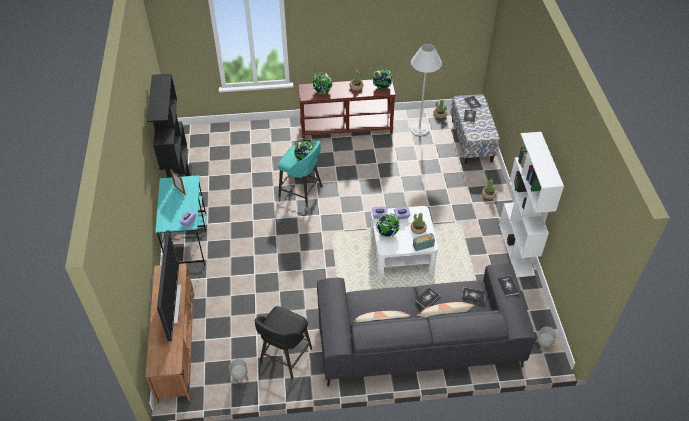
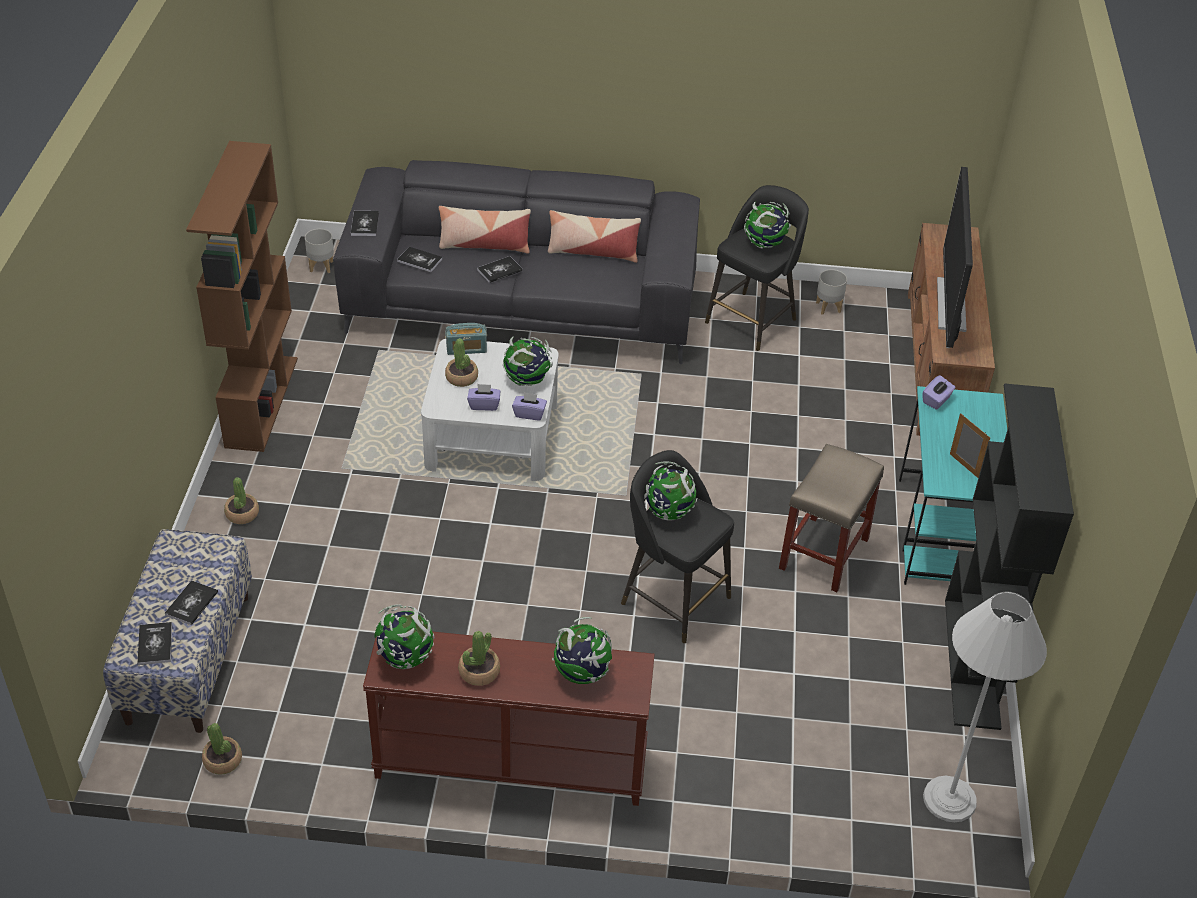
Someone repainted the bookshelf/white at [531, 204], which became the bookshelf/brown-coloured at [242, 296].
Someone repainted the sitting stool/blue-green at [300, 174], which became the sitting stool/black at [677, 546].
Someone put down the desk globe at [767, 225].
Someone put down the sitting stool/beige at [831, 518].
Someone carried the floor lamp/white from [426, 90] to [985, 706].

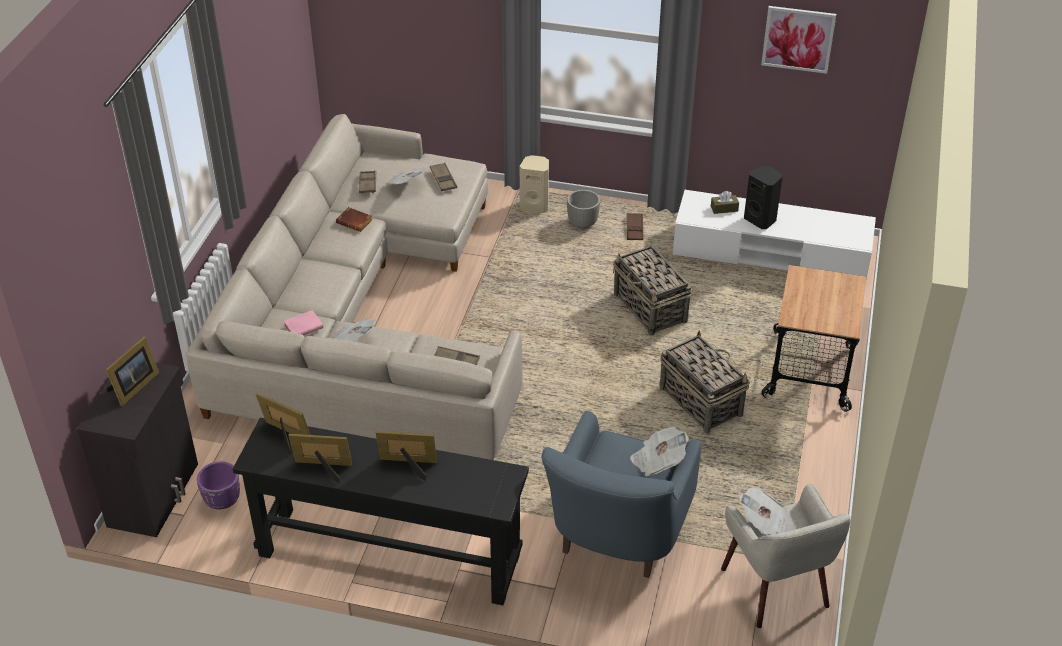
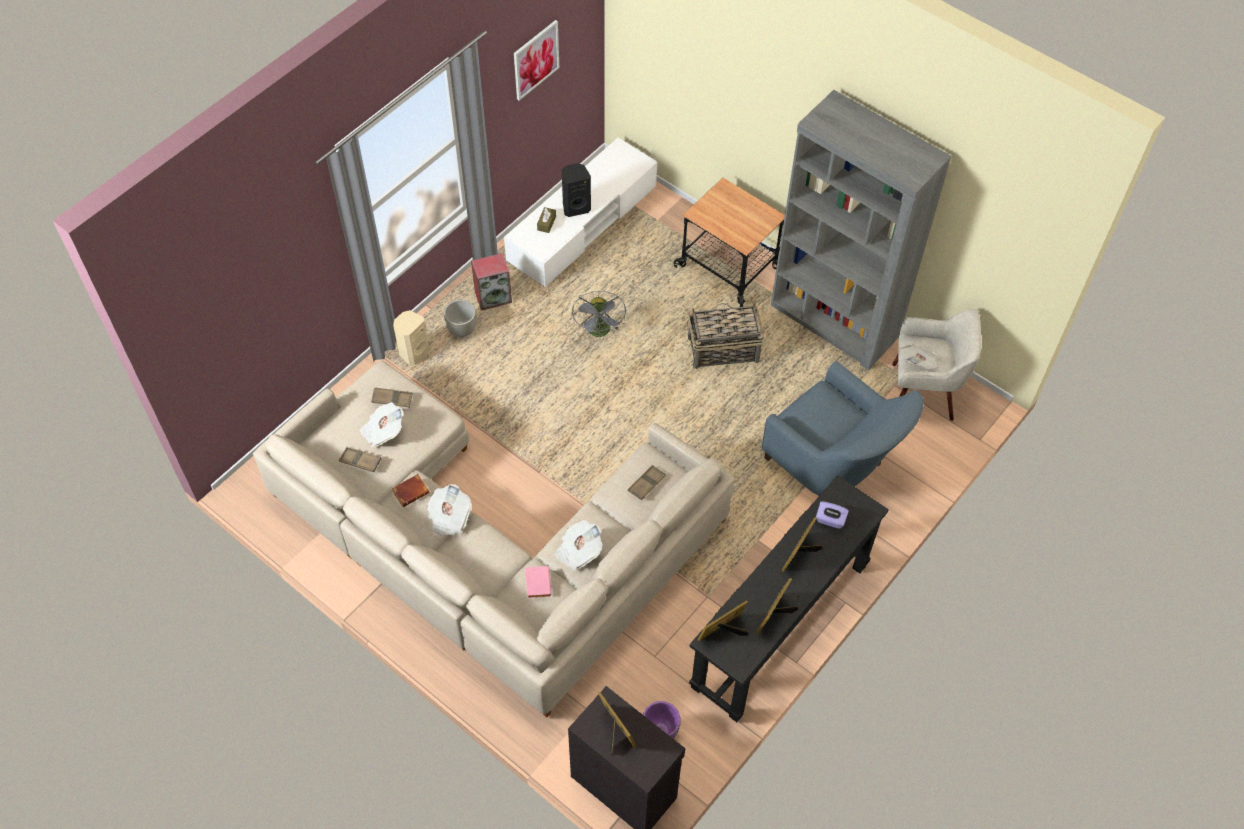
Someone carried the newspaper from [659, 451] to [449, 510].
Someone swapped the serving tray/brown-coloured at [635, 226] for the audio speaker at [491, 282].
Someone swapped the basket at [652, 291] for the fan/grey at [599, 314].
Someone put down the bookshelf/grey at [861, 230].
Someone put down the box of tissues/purple-coloured at [832, 515].

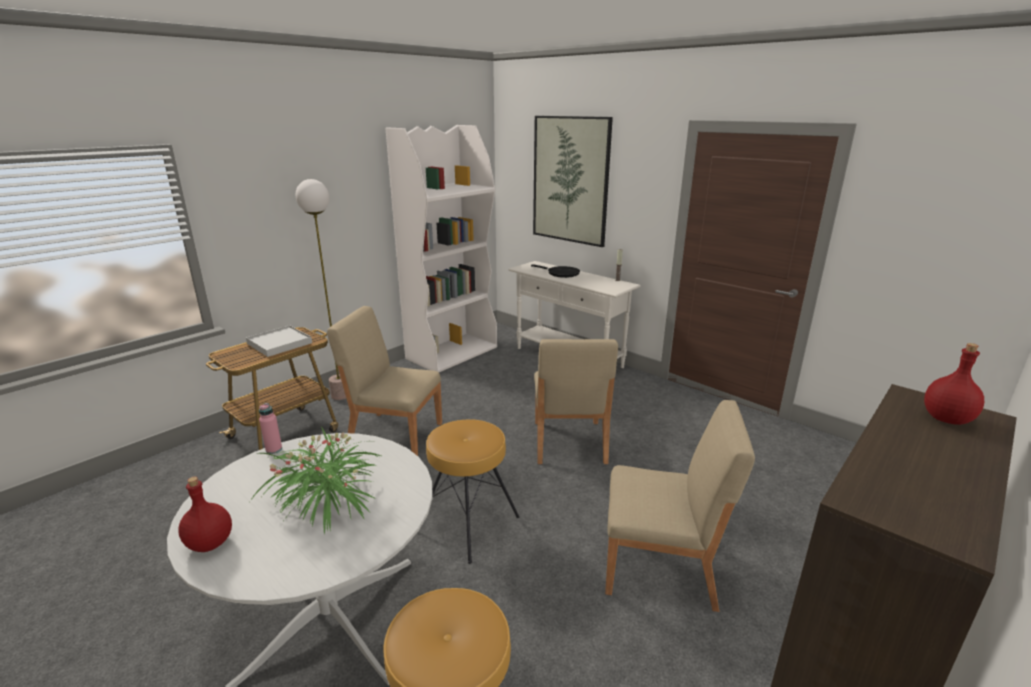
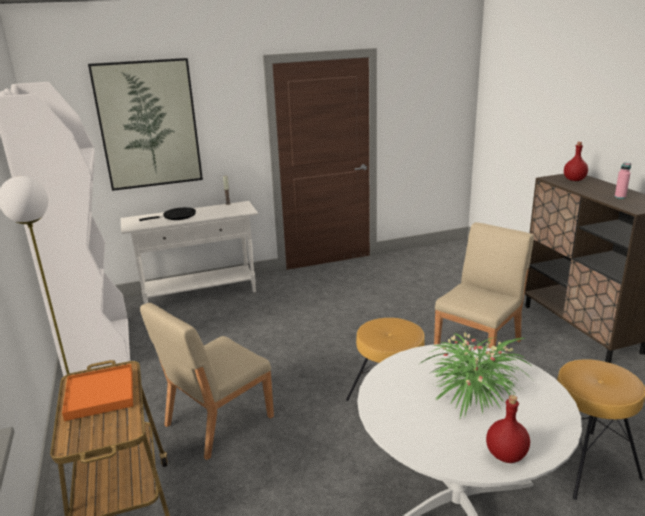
Someone repainted the serving tray/white at [279, 341], which became the serving tray/orangey at [97, 392].
Someone carried the bottle/pink from [270, 428] to [622, 180].
Someone took away the upright chair/beige at [576, 401].

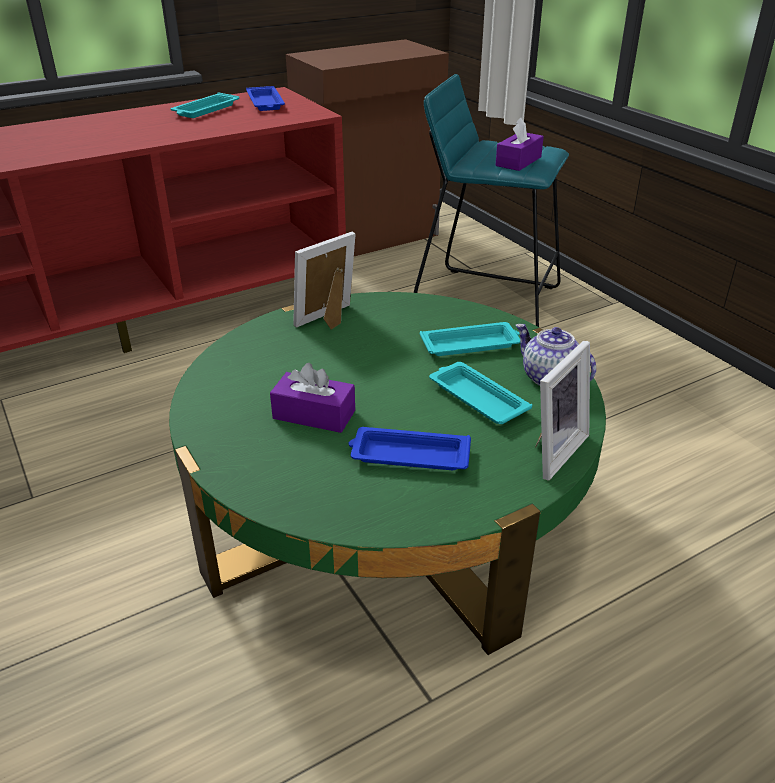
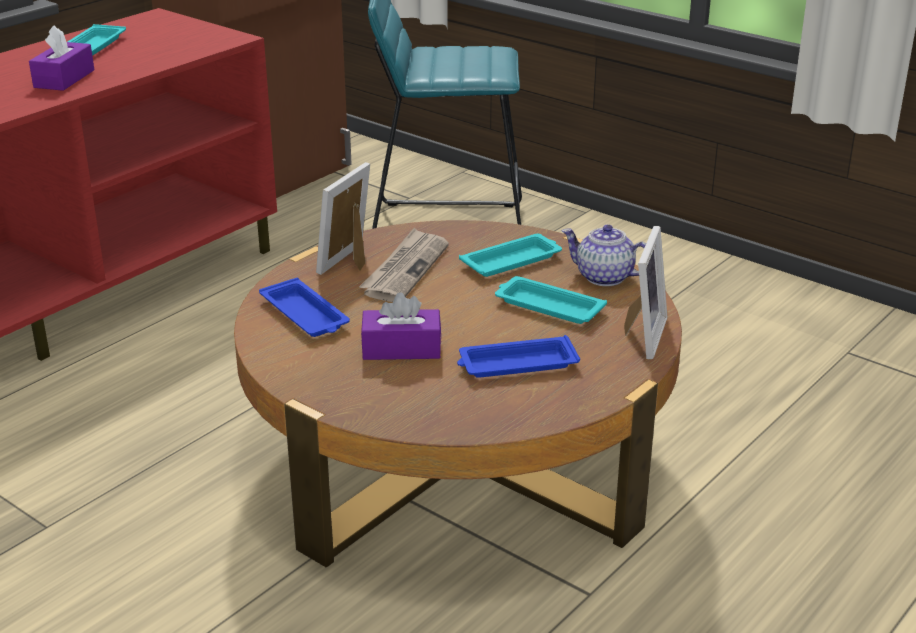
Someone carried the box of tissues/purple-coloured from [520, 144] to [61, 58].
Someone repainted the lounge table/green at [387, 473], which became the lounge table/brown-coloured at [458, 394].
Someone carried the serving tray/blue-coloured from [265, 98] to [304, 307].
Someone put down the newspaper at [404, 265].

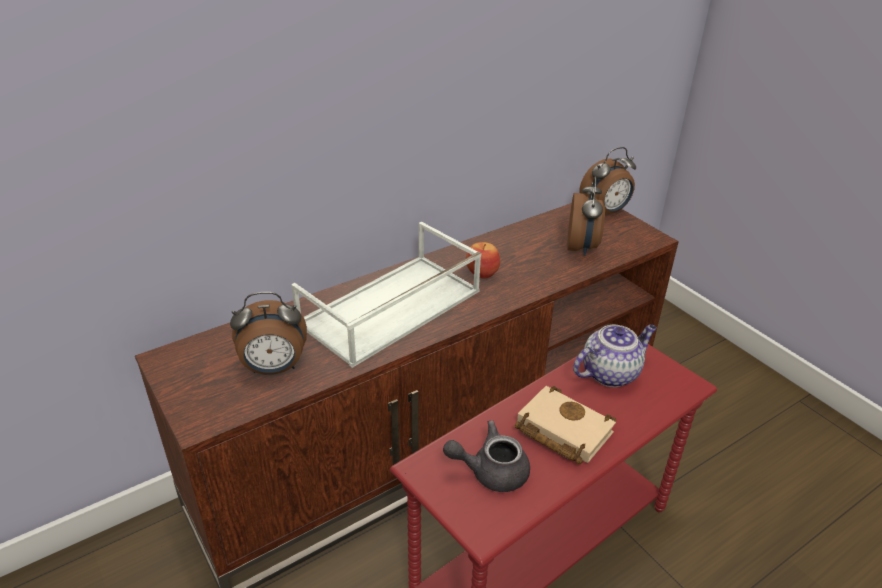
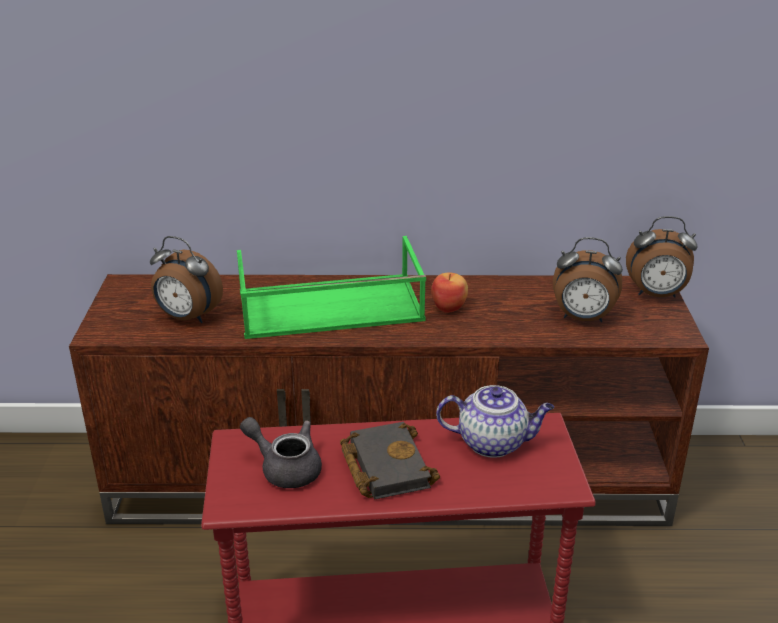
Someone repainted the serving tray/white at [386, 295], which became the serving tray/green at [331, 287].
Someone repainted the bound book/beige at [565, 425], which became the bound book/black at [390, 461].
Someone rotated the table clock at [586, 216] by 60 degrees clockwise.

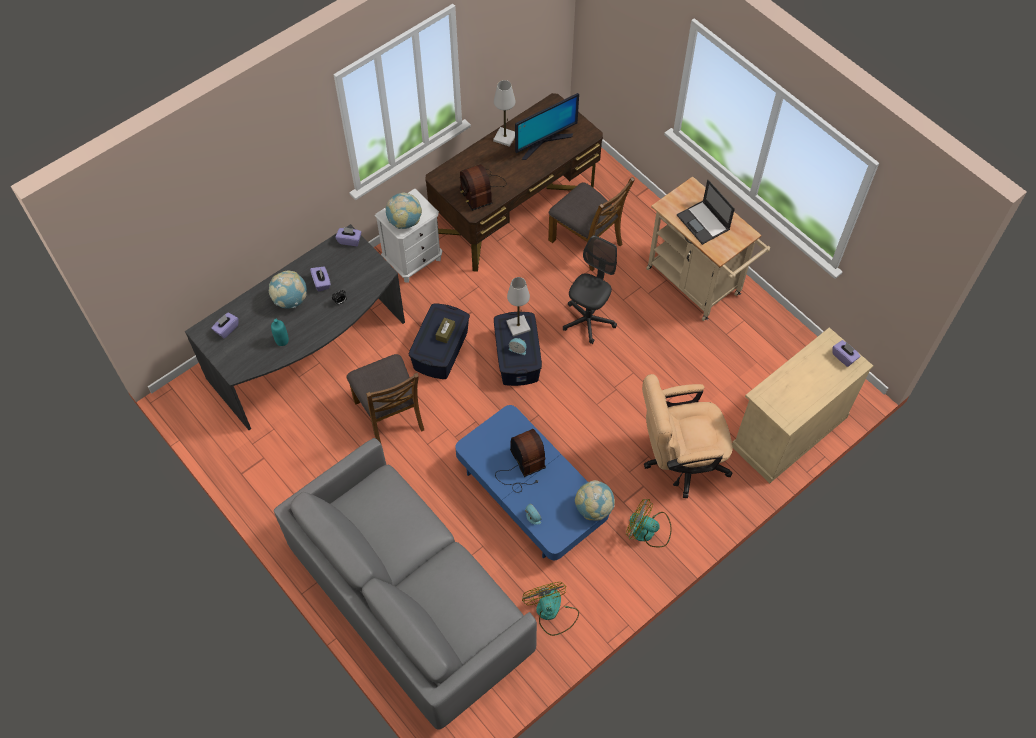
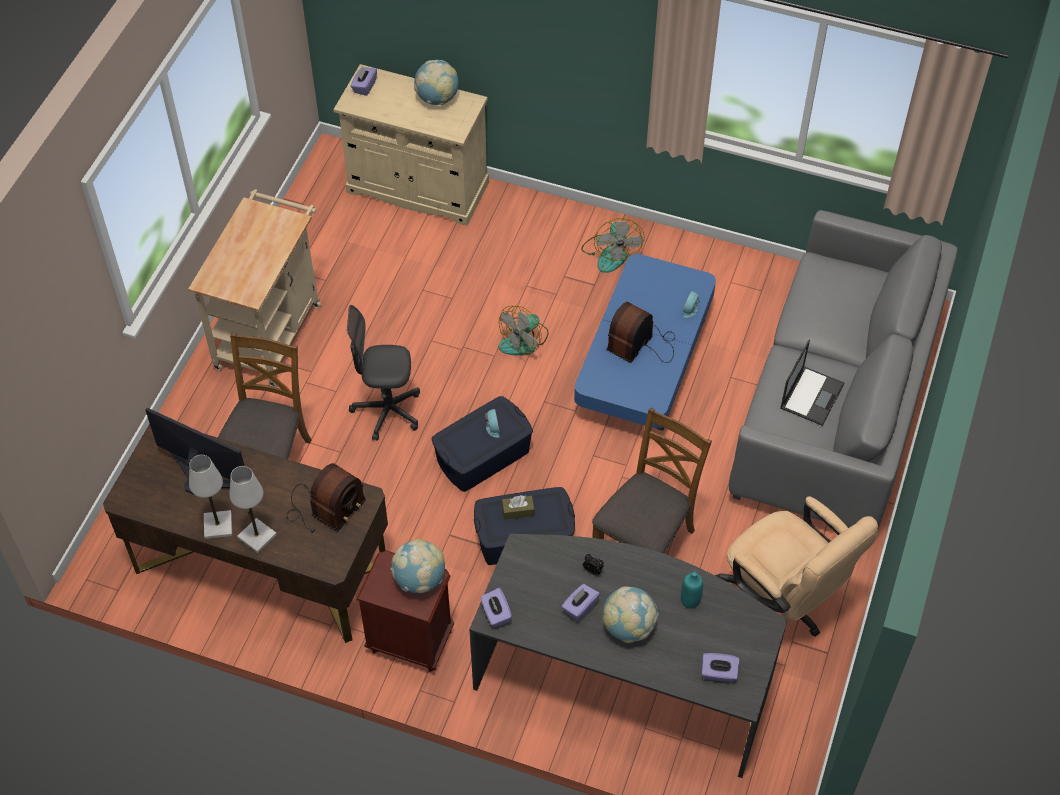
Someone carried the table lamp/white from [518, 307] to [253, 509].
Someone repainted the bedside table/white at [408, 236], which became the bedside table/brown-coloured at [405, 611].
Someone carried the desk globe from [595, 500] to [436, 82].
Someone carried the fan from [550, 609] to [523, 331].
Someone carried the office chair/beige from [687, 436] to [796, 566].
Someone carried the notebook computer from [706, 212] to [812, 383].

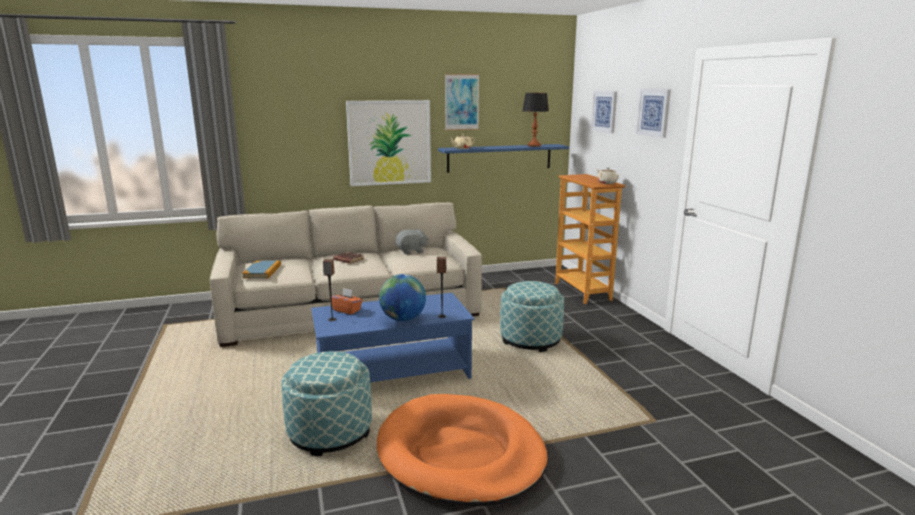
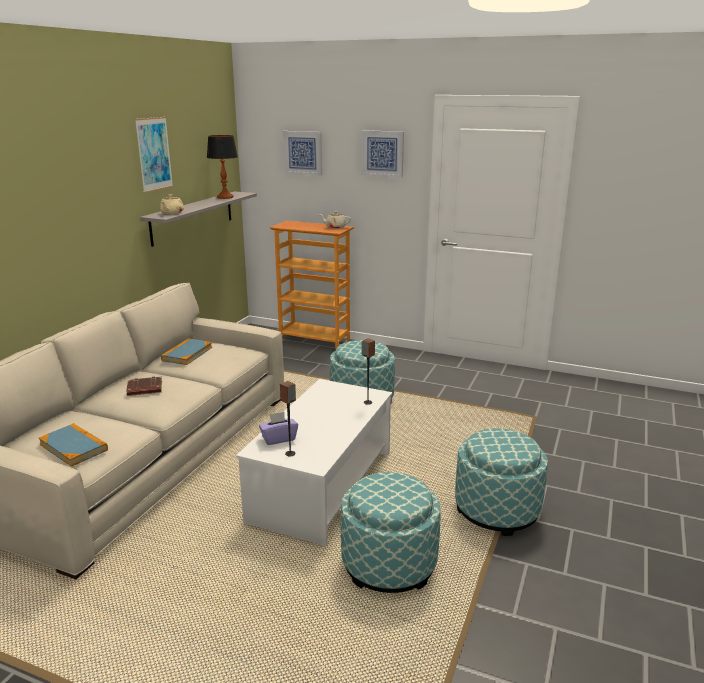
Someone repainted the wall shelf/blue-coloured at [503, 158], which became the wall shelf/grey at [198, 219].
Someone swapped the plush toy/grey at [412, 242] for the bound book at [186, 352].
Someone repainted the lounge table/blue-coloured at [392, 337], which became the lounge table/white at [314, 462].
Someone repainted the box of tissues/orangey at [347, 301], which became the box of tissues/purple-coloured at [278, 428].
Someone swapped the dog cushion/orangey at [462, 450] for the pouffe at [501, 482].
Someone took away the wall art at [388, 143].
Someone took away the desk globe at [402, 297].

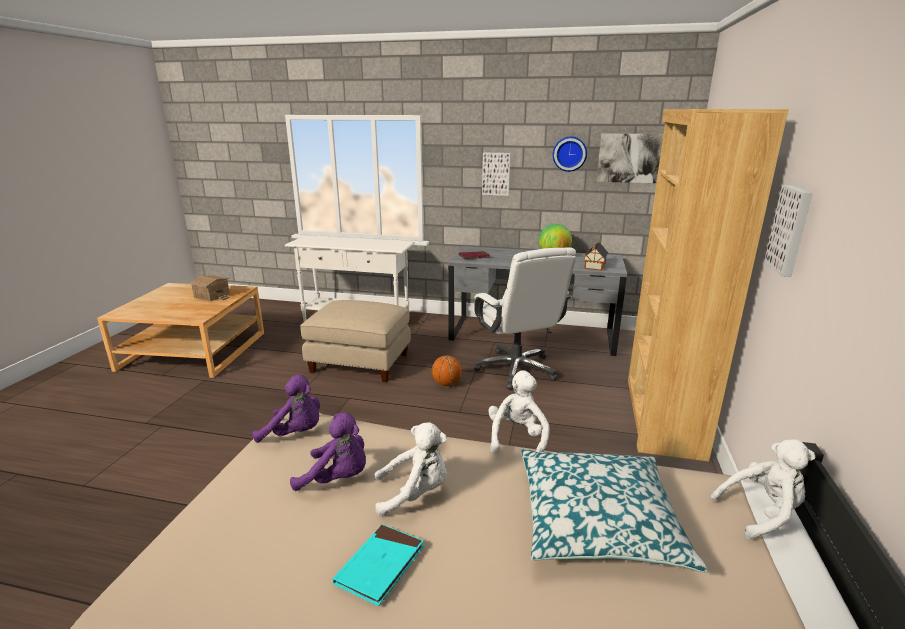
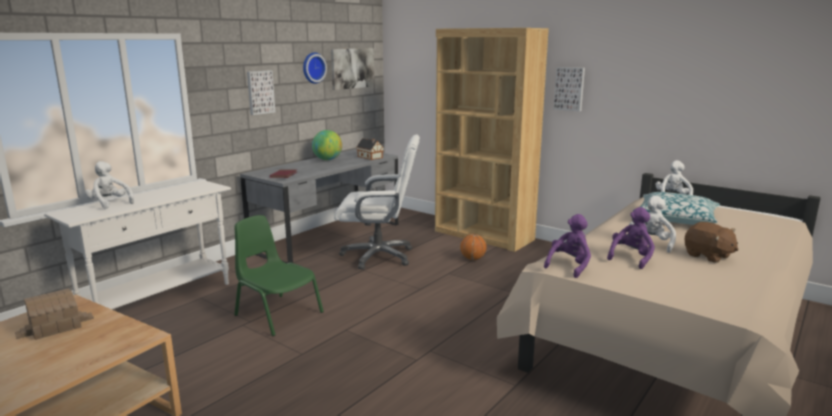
Someone carried the plush toy/white from [519, 411] to [109, 185].
Someone swapped the pouffe/beige at [355, 341] for the upright chair/green at [279, 275].
Someone carried the basketball from [447, 370] to [473, 247].
Someone swapped the bound book/blue-green at [378, 565] for the plush toy/brown-coloured at [711, 242].

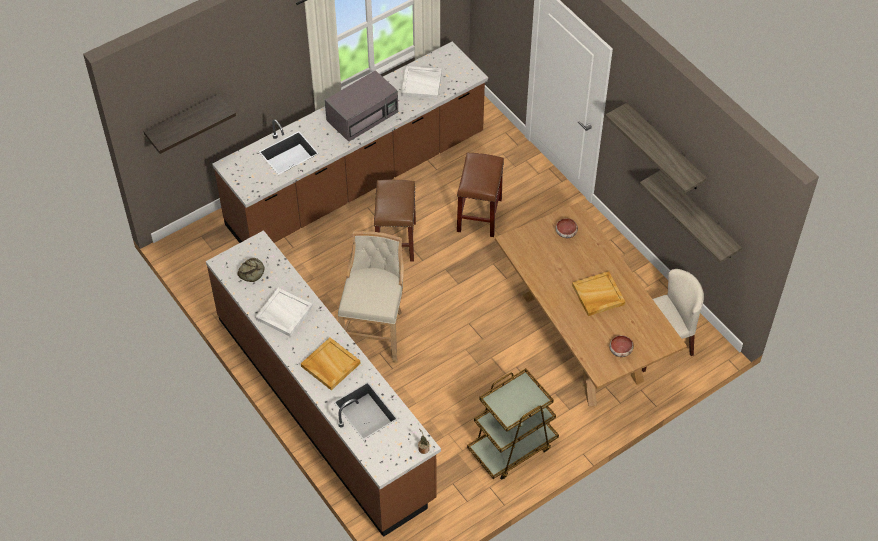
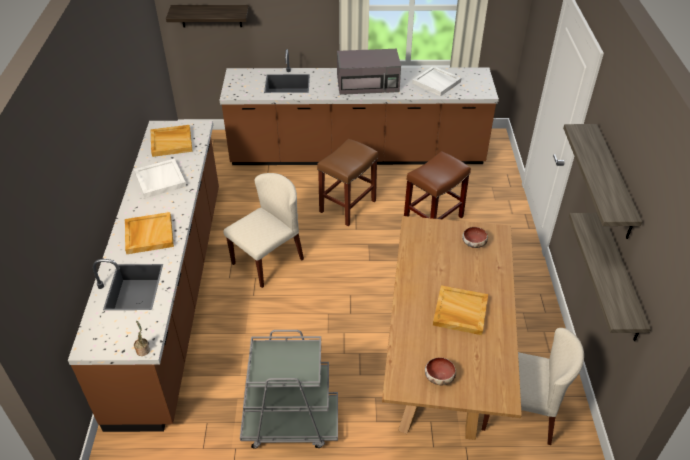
Someone swapped the bakery bread at [251, 270] for the serving tray/beige at [171, 141].
Someone swapped the sitting stool/beige at [371, 297] for the upright chair/beige at [263, 230].
Someone repainted the cart/brown-coloured at [513, 424], which became the cart/grey at [289, 389].

